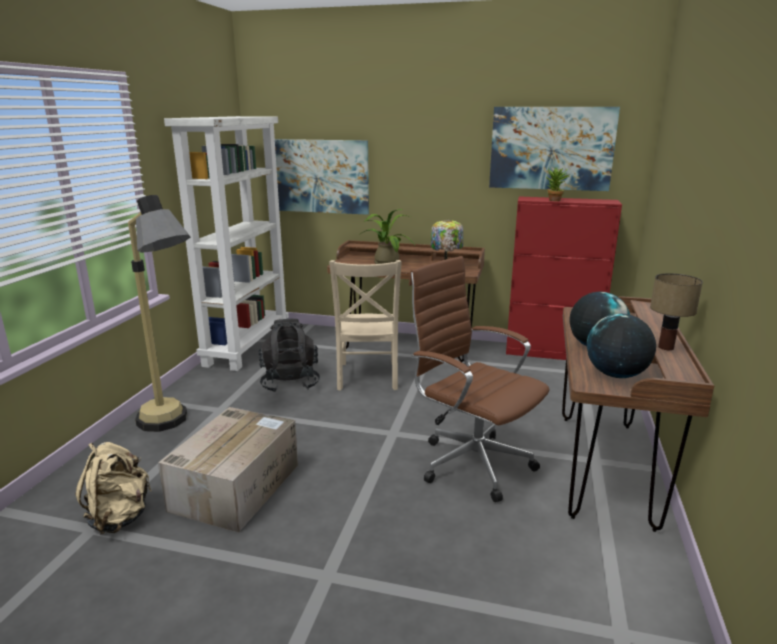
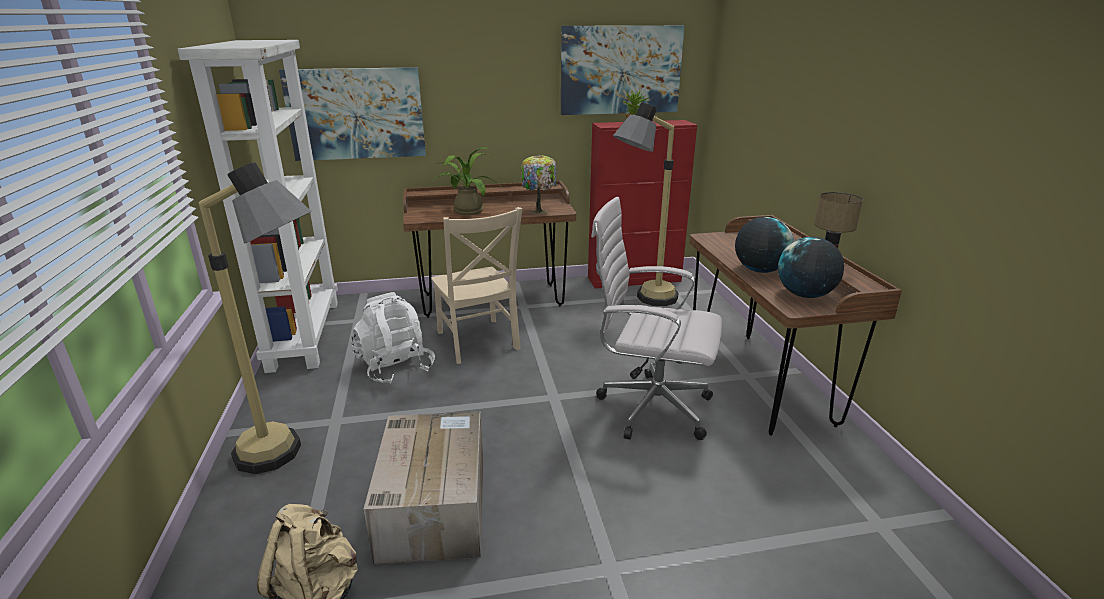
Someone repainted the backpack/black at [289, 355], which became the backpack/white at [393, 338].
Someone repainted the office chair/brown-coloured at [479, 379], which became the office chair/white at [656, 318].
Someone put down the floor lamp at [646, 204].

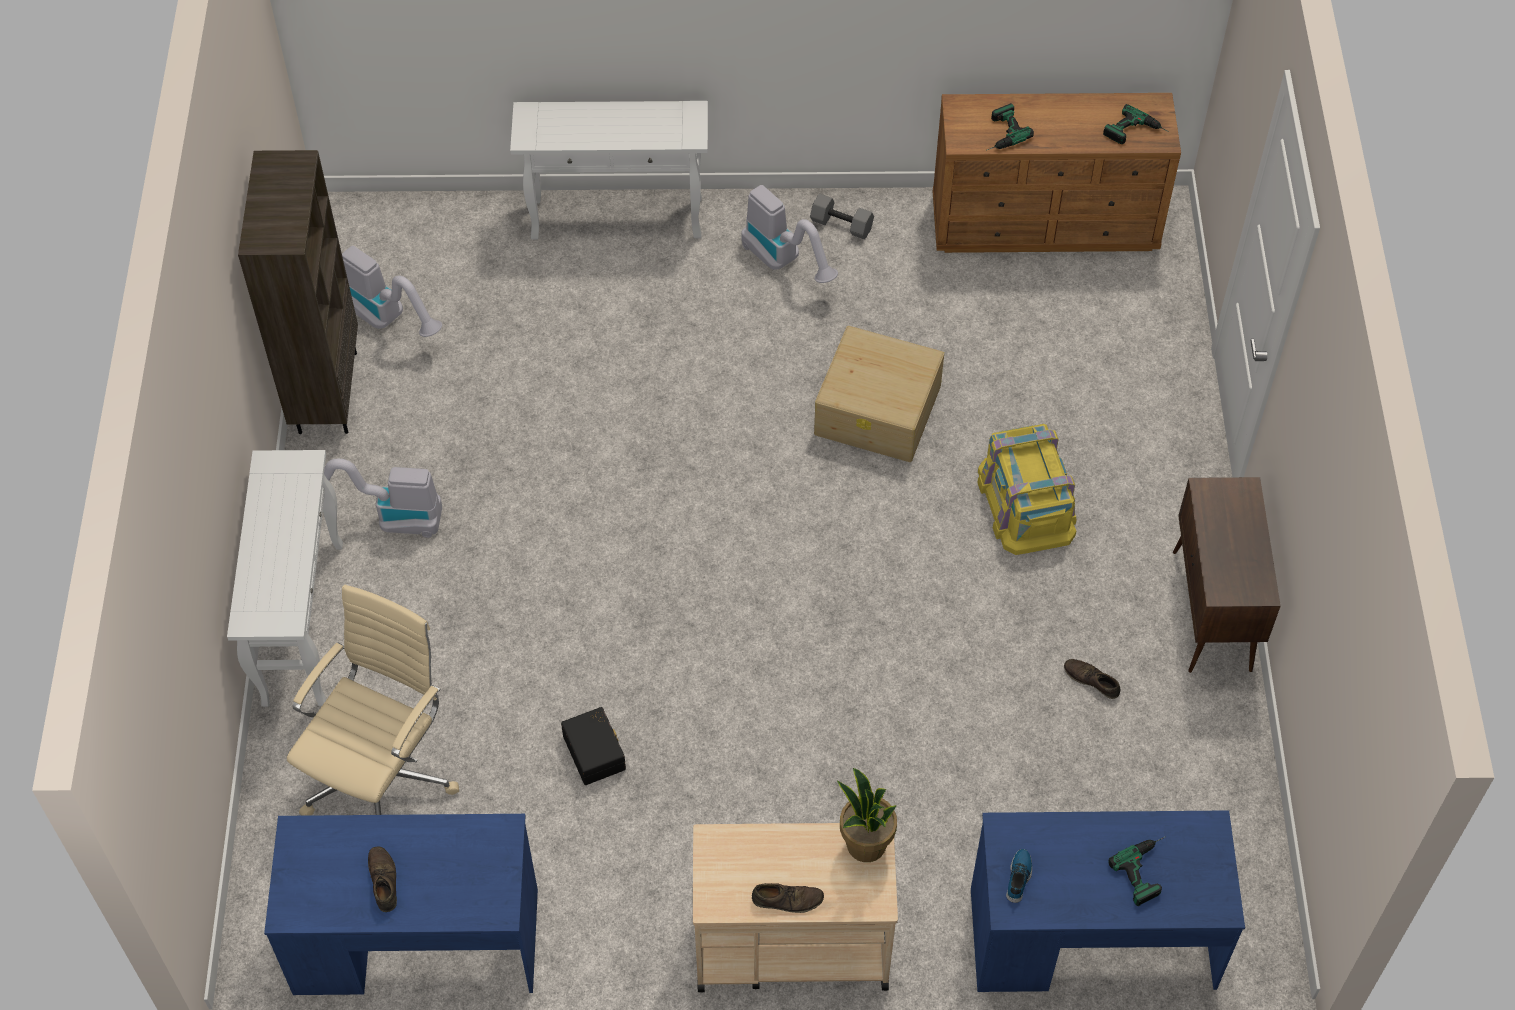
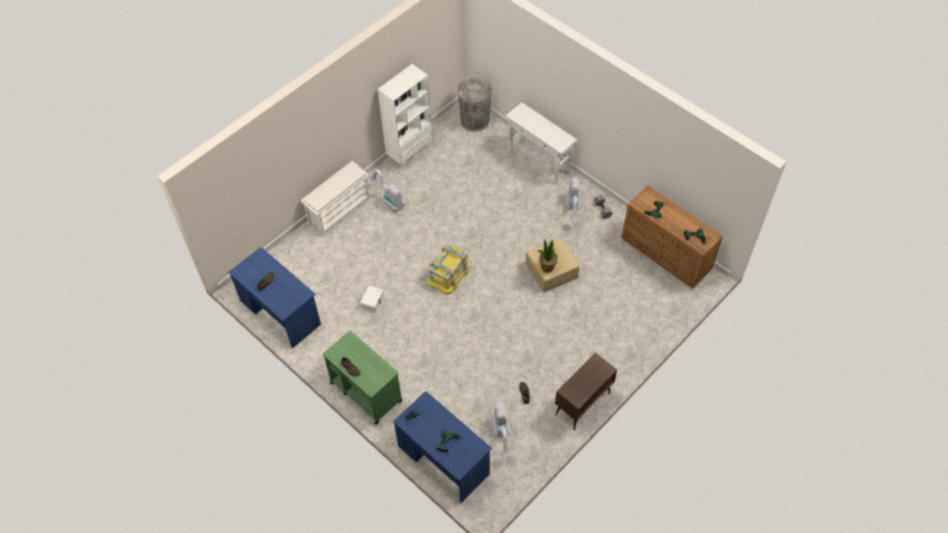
Someone swapped the console table/white at [285, 578] for the shoe shelf/white at [335, 198].
Someone repainted the cart/beige at [795, 907], which became the cart/green at [362, 378].
Someone repainted the storage box/black at [593, 746], which became the storage box/white at [372, 299].
Someone repainted the bookshelf/brown-coloured at [298, 292], which became the bookshelf/white at [405, 116].
Someone carried the storage box/yellow from [1026, 489] to [449, 269].
Someone put down the trash can/grey at [475, 104].
Someone carried the hoover from [392, 291] to [501, 430].
Someone carried the plant in a pot from [867, 815] to [548, 255].
Someone took away the office chair/beige at [373, 700].

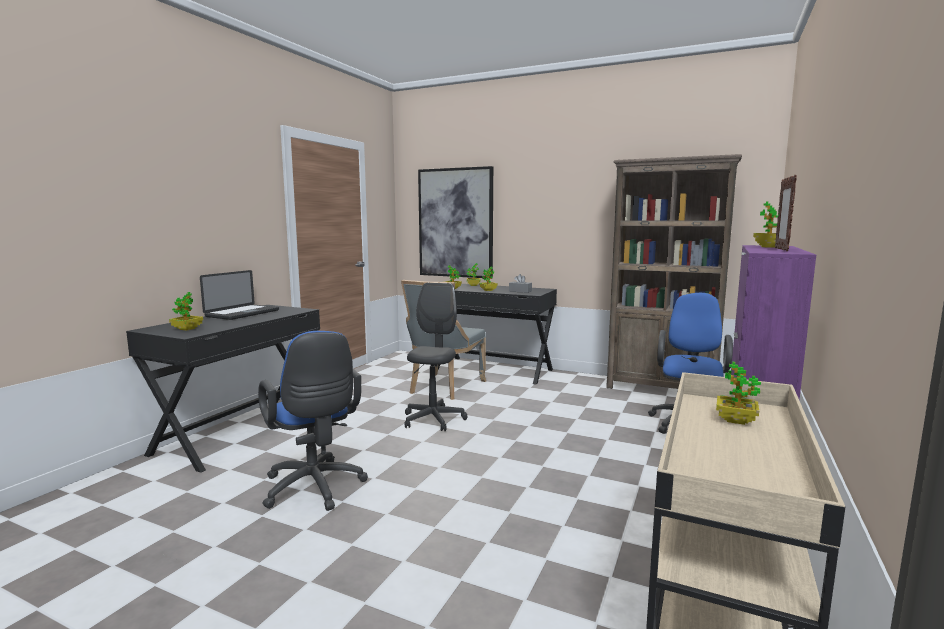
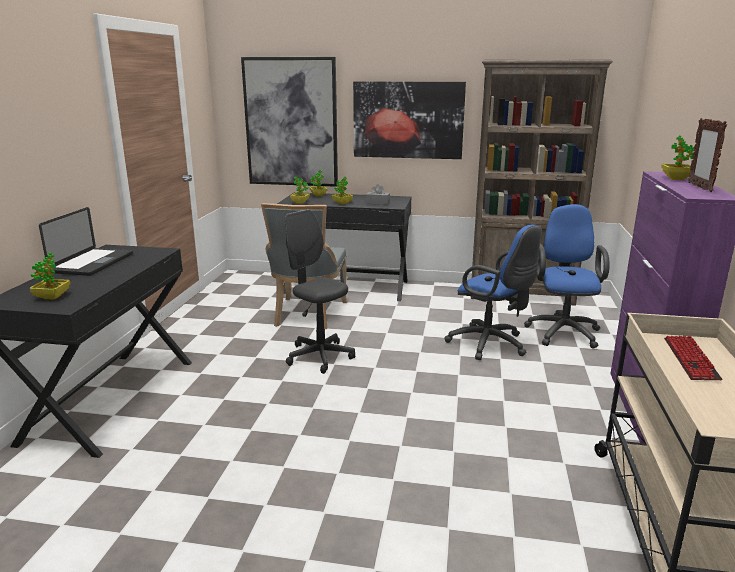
Someone rotated the office chair/grey at [436, 357] by 45 degrees counterclockwise.
Someone put up the wall art at [409, 120].
Someone carried the office chair/blue-coloured from [313, 421] to [493, 292].
Someone swapped the plant in a pot at [738, 393] for the PC keyboard at [693, 357].

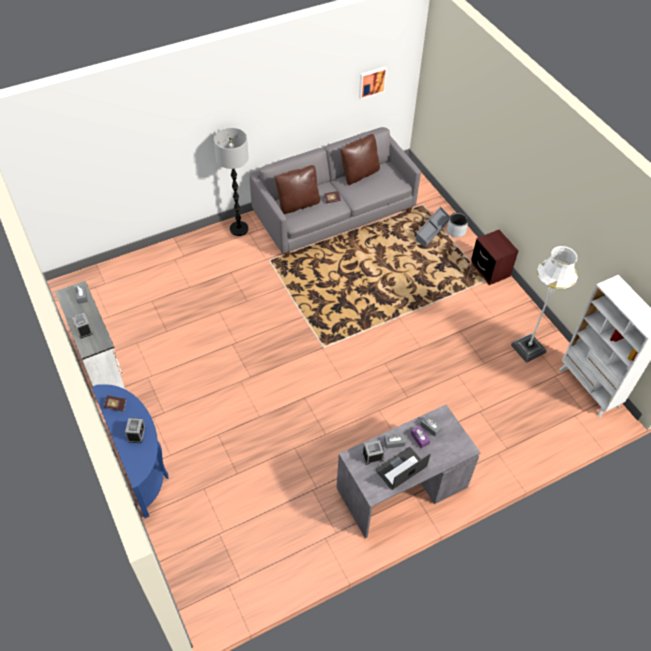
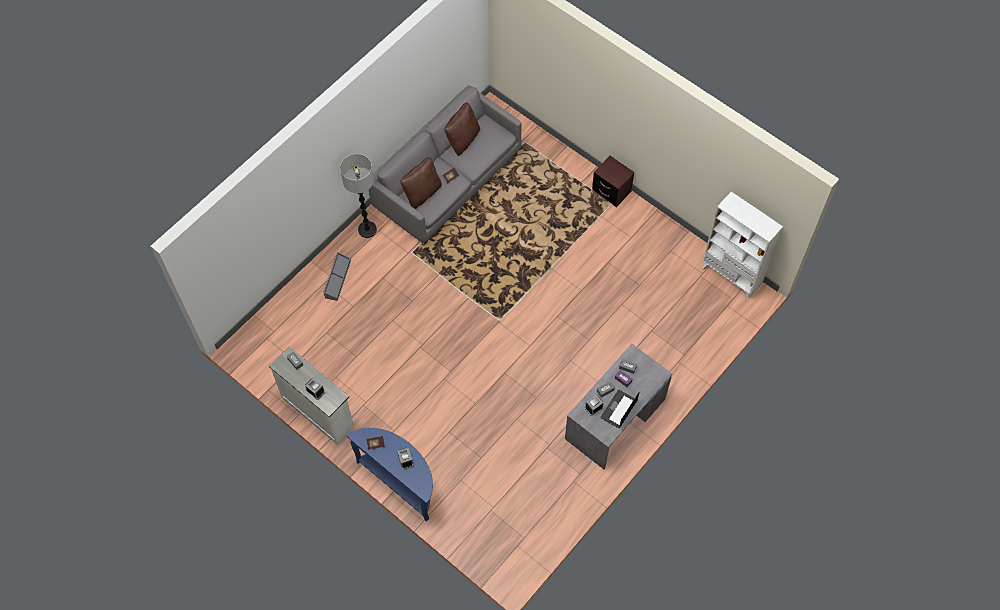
Someone carried the storage box/grey from [432, 226] to [337, 276].
Someone took away the wall art at [373, 83].
Someone took away the flower pot/grey at [457, 224].
Someone took away the floor lamp/white at [544, 304].

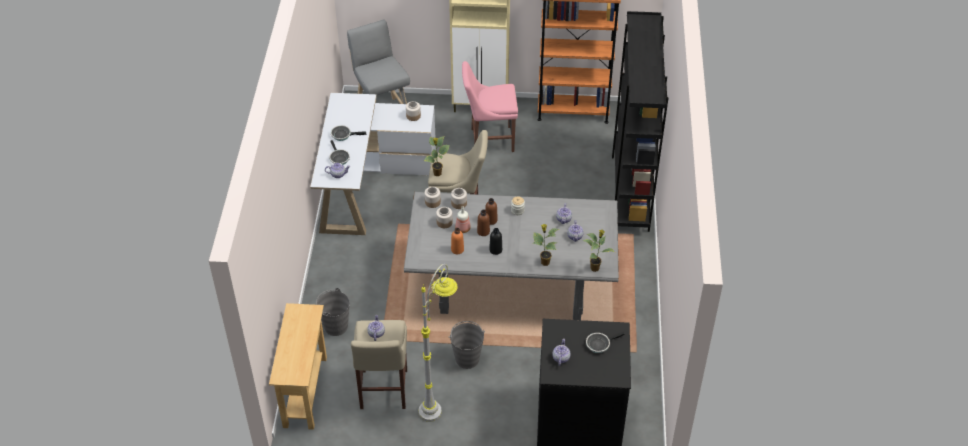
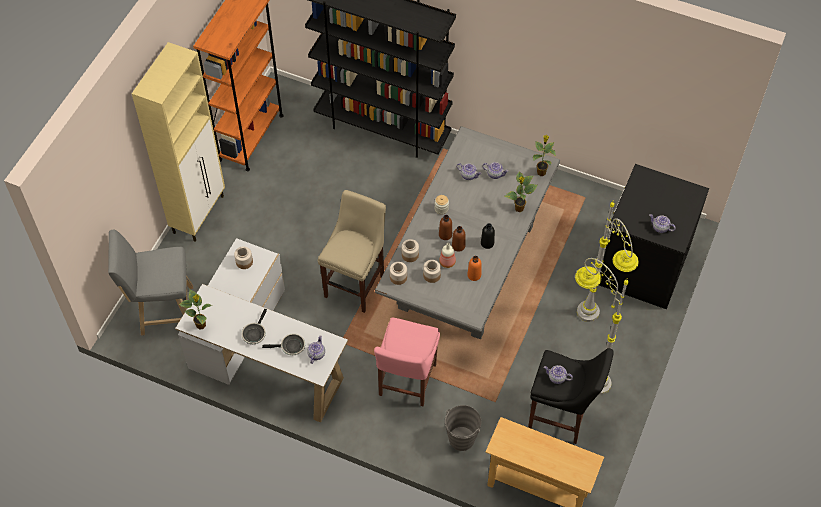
Someone carried the plant in a pot from [437, 156] to [195, 309].
Someone carried the upright chair/pink from [490, 106] to [407, 362].
Someone repainted the sitting stool/beige at [379, 364], which became the sitting stool/black at [571, 396].
Someone put down the floor lamp/grey at [608, 261].
Someone took away the water bucket/grey at [466, 345].
Someone took away the skillet at [605, 342].

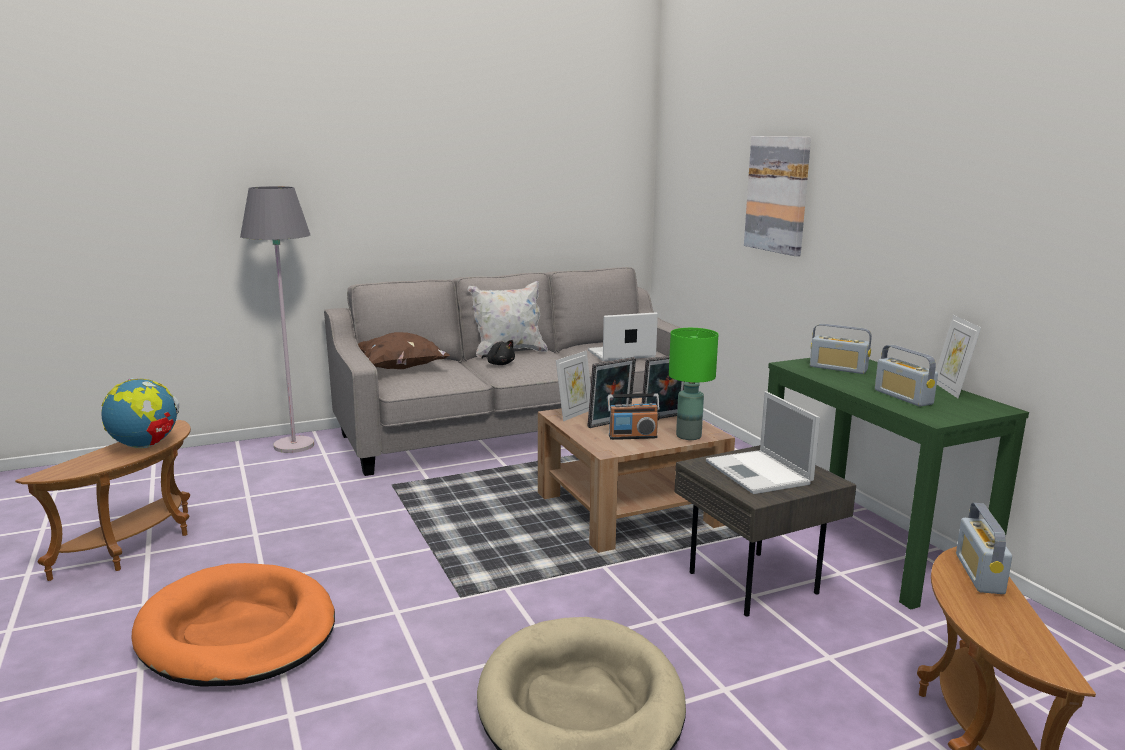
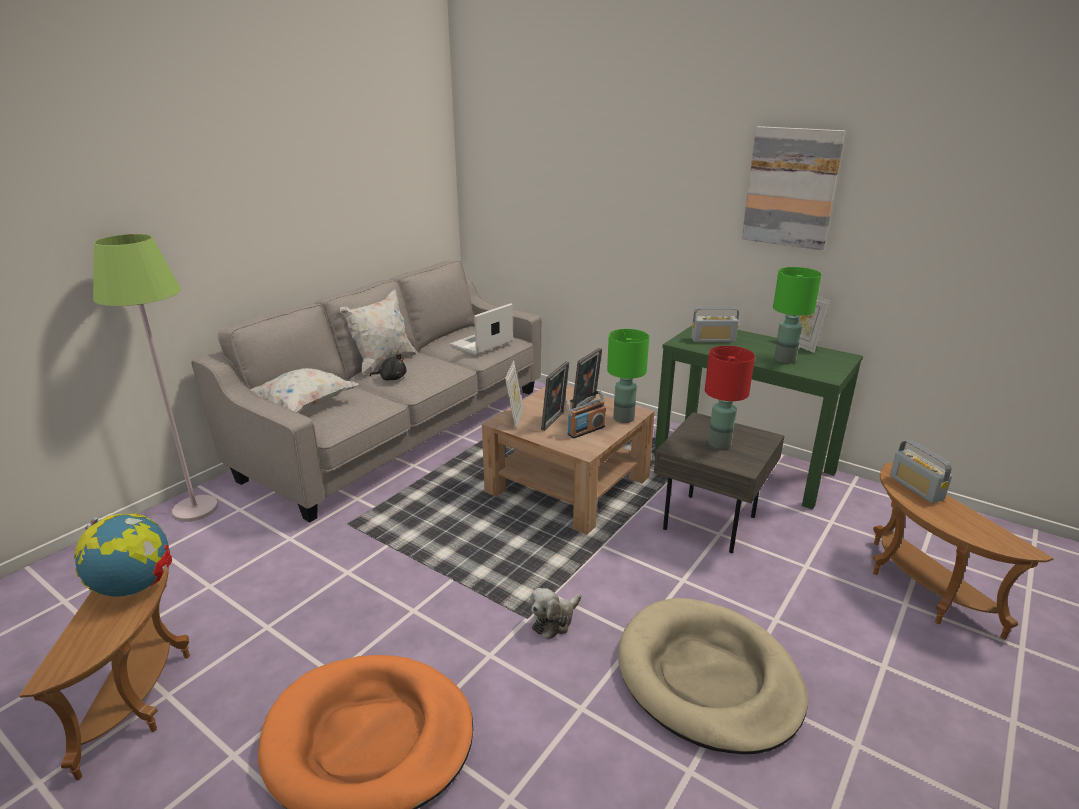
Someone repainted the floor lamp/grey at [277, 319], which became the floor lamp/green at [155, 378].
Someone repainted the throw pillow/brown-coloured at [404, 350], which became the throw pillow/white at [304, 390].
Someone put down the plush toy at [555, 613].
Someone swapped the notebook computer at [763, 442] for the table lamp/red-coloured at [730, 397].
Someone carried the wall art from [777, 196] to [794, 188].
Someone swapped the radio receiver at [906, 375] for the table lamp/green at [797, 315].

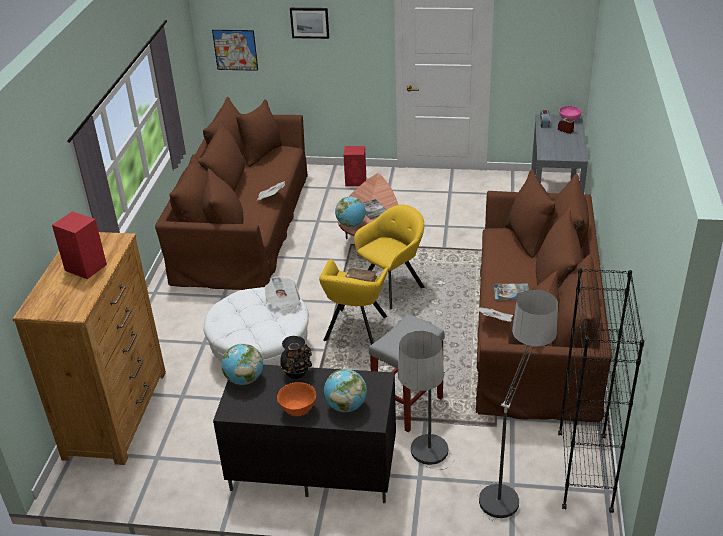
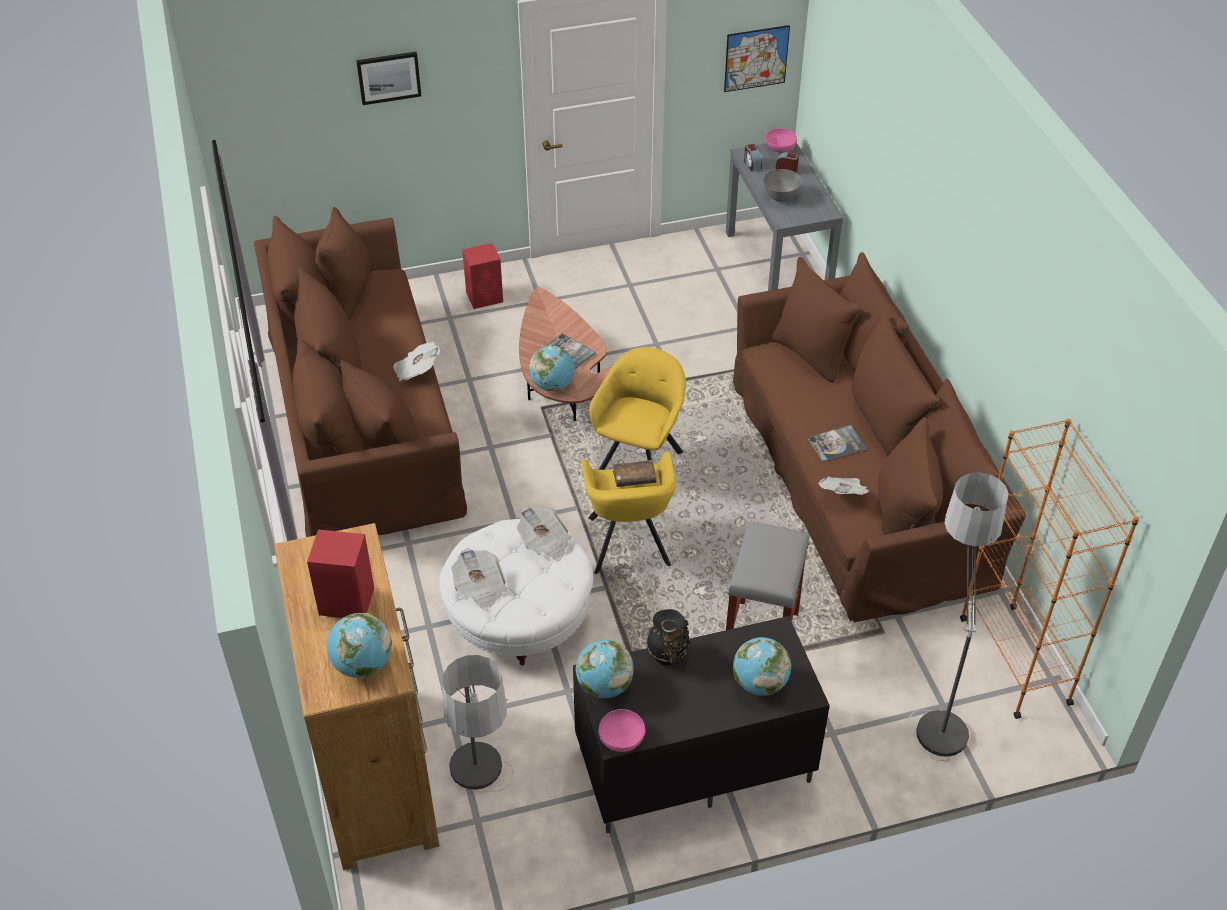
Someone put down the desk globe at [359, 645].
Someone carried the floor lamp from [426, 400] to [477, 723].
Someone put down the newspaper at [479, 579].
Someone put down the serving bowl/pink at [622, 730].
Someone carried the wall art from [235, 50] to [757, 58].
Someone put down the serving bowl/grey at [782, 185].
Someone repainted the bookshelf/black at [601, 390], which became the bookshelf/orangey at [1049, 569].
Someone took away the serving bowl/orangey at [296, 399].

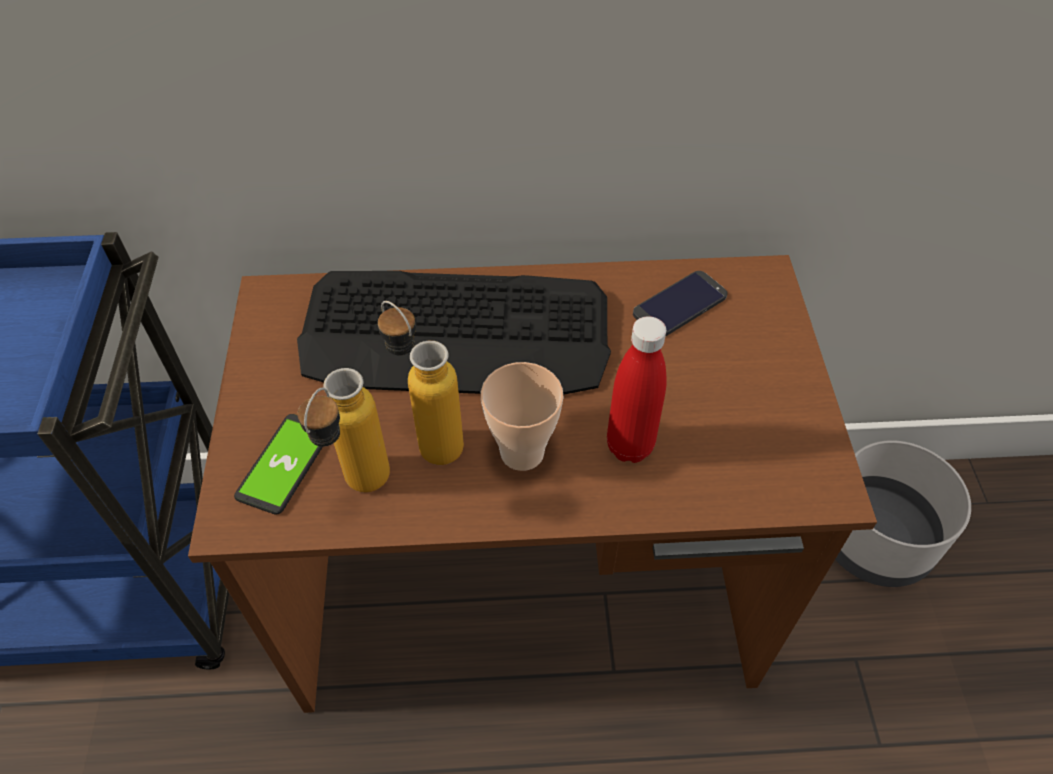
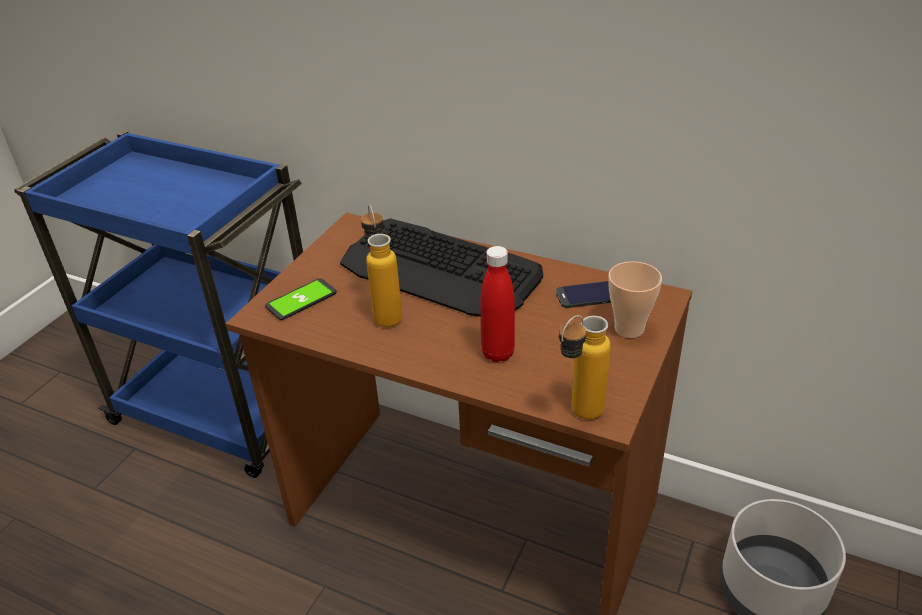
Someone carried the bottle from [344, 430] to [585, 367].
Someone carried the small cup from [522, 416] to [635, 299].

